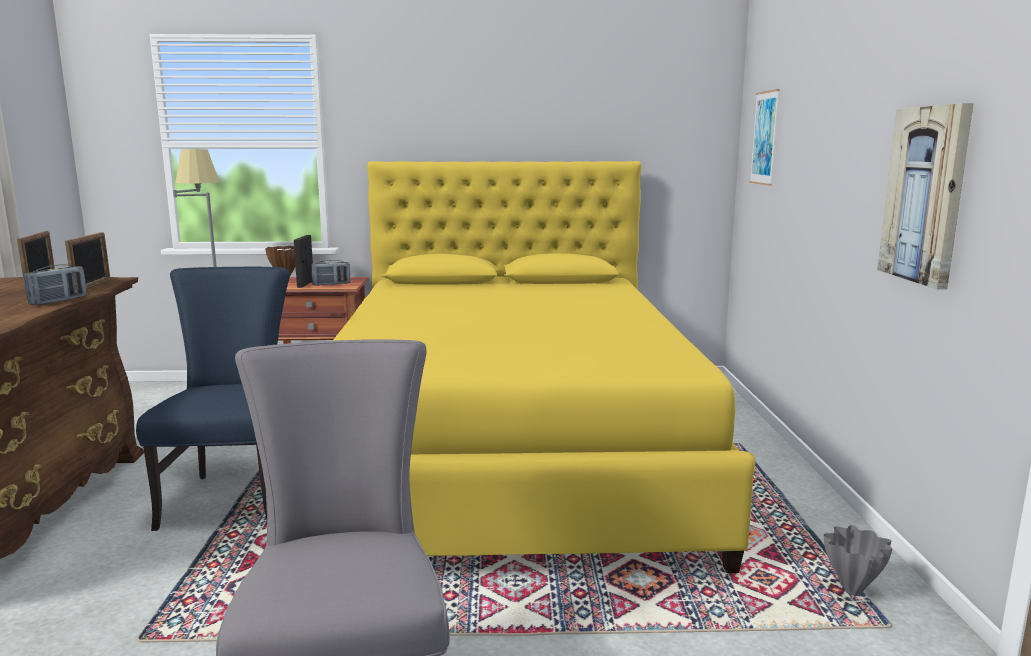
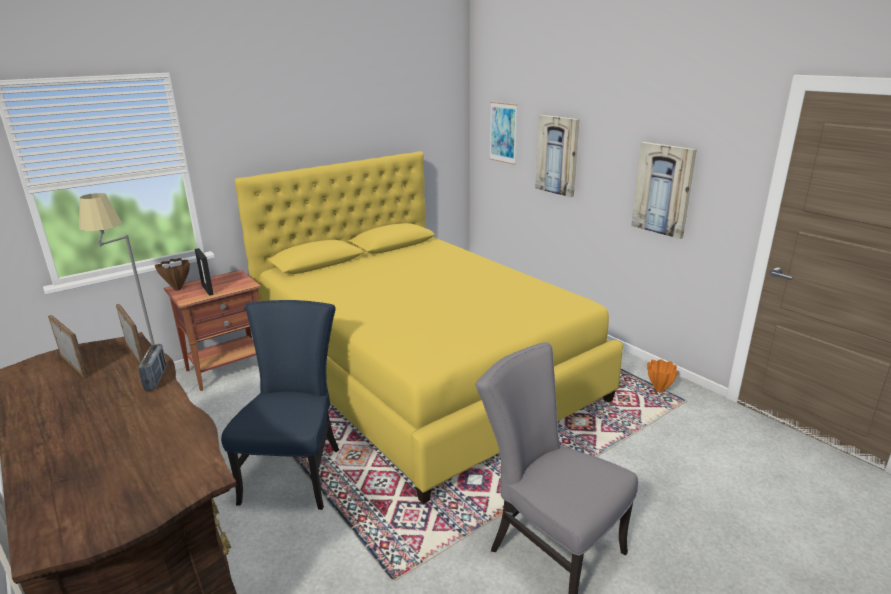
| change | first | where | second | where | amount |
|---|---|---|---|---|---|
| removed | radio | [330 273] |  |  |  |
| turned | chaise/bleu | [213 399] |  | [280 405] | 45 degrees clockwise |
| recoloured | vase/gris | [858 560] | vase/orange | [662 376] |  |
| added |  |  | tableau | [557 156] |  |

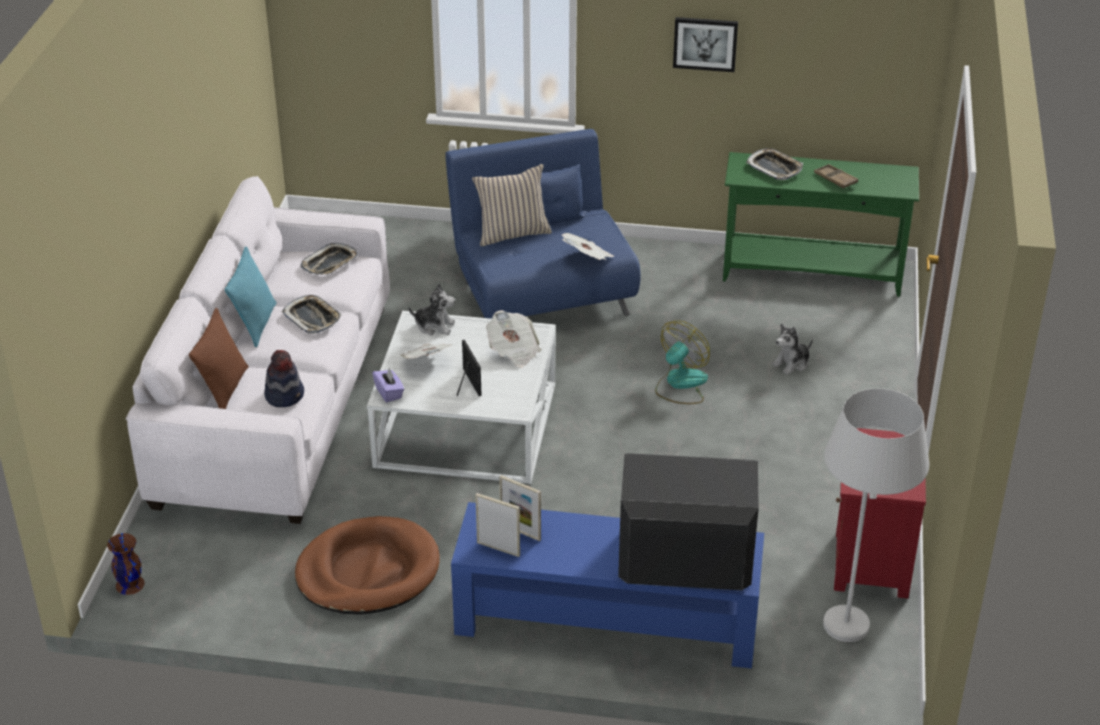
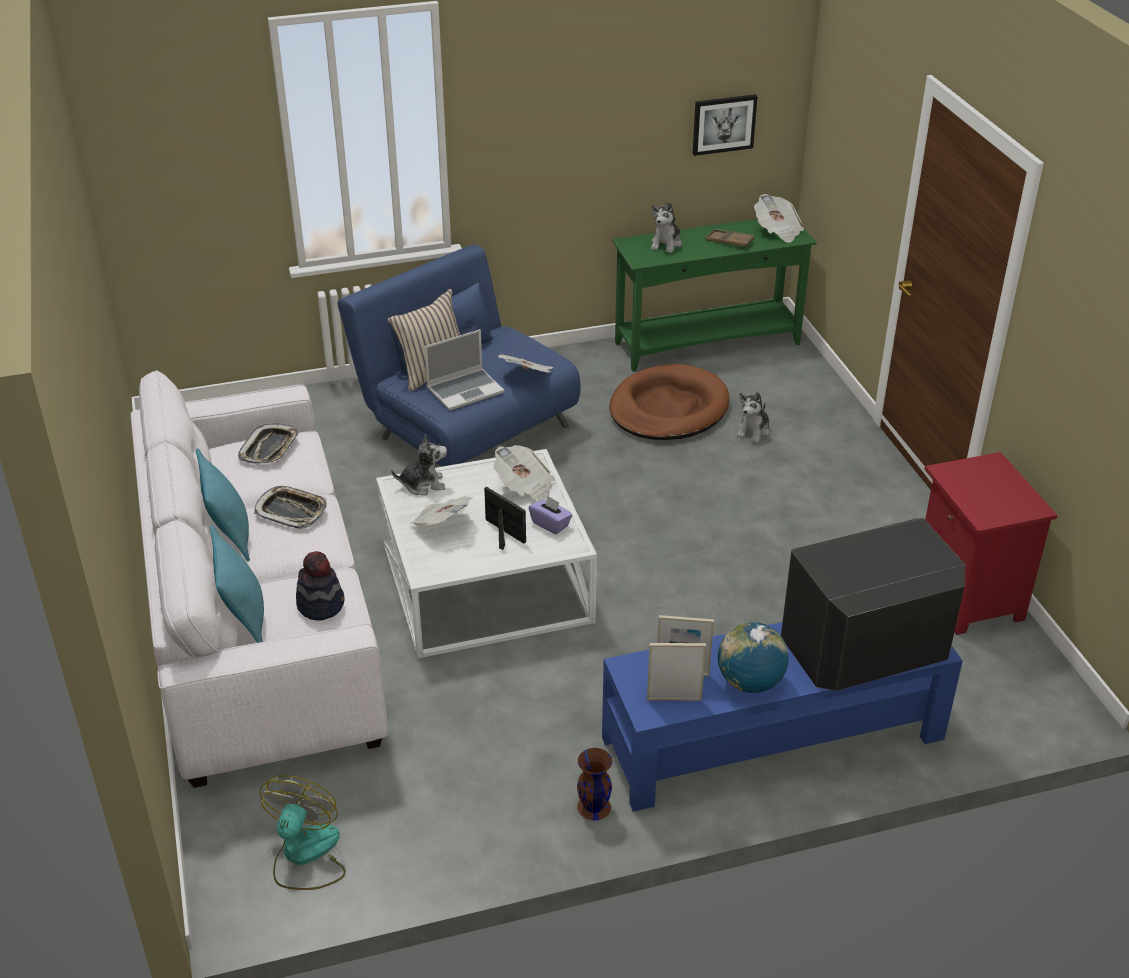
| change | first | where | second | where | amount |
|---|---|---|---|---|---|
| moved | tableau | [705 44] |  | [725 125] |  |
| replaced | plateau | [774 164] | peluche | [666 227] |  |
| recoloured | coussin/marron | [219 358] | coussin/turquoise | [237 584] |  |
| moved | ventilateur | [682 362] |  | [303 832] |  |
| moved | boîte à mouchoirs/violet | [388 385] |  | [550 515] |  |
| removed | lampadaire/blanc | [876 515] |  |  |  |
| moved | panier pour chien/marron | [367 565] |  | [669 402] |  |
| moved | vase/marron | [126 564] |  | [594 784] |  |
| added |  |  | journal | [779 218] |  |
| added |  |  | ordinateur portable | [464 370] |  |
| added |  |  | globe | [753 657] |  |

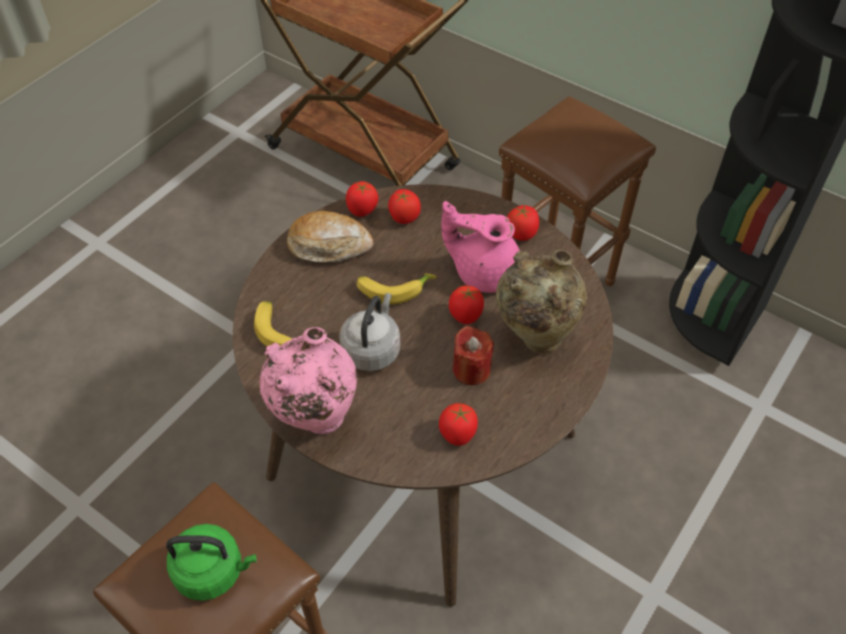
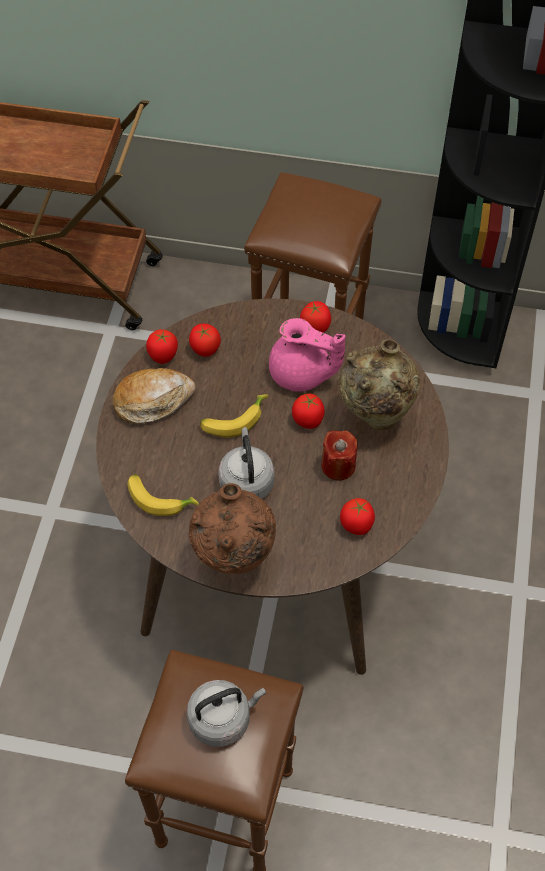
| change | first | where | second | where | amount |
|---|---|---|---|---|---|
| turned | théière/rose | [480 247] |  | [307 355] | 150 degrees counterclockwise |
| recoloured | vase/rose | [308 381] | vase/marron | [232 528] |  |
| recoloured | bouilloire/vert | [211 562] | bouilloire/gris | [226 713] |  |

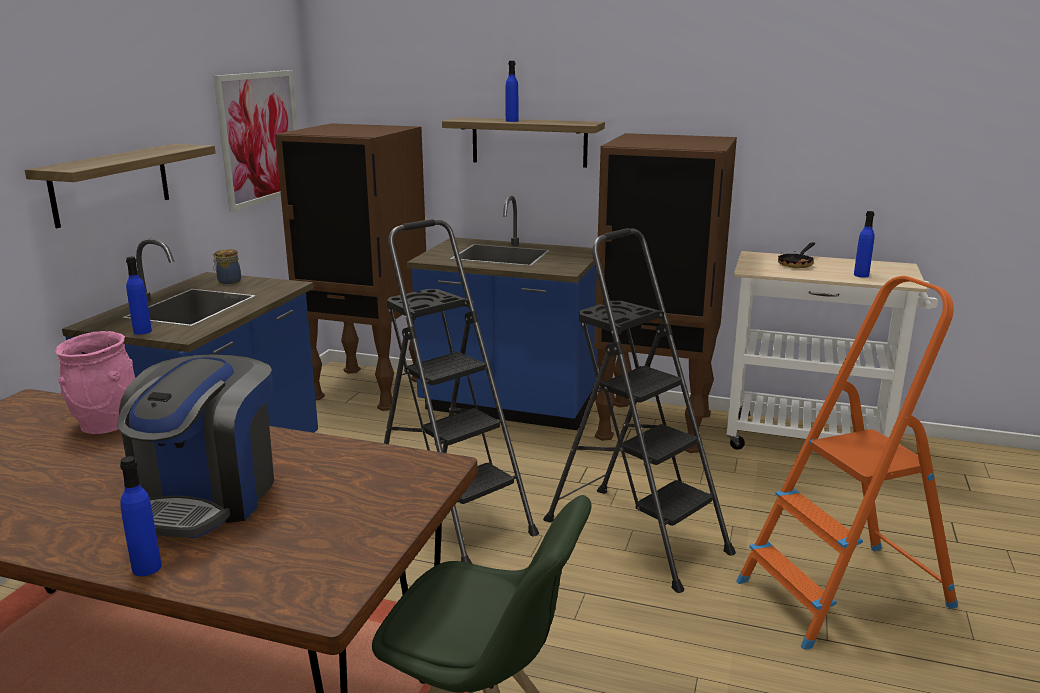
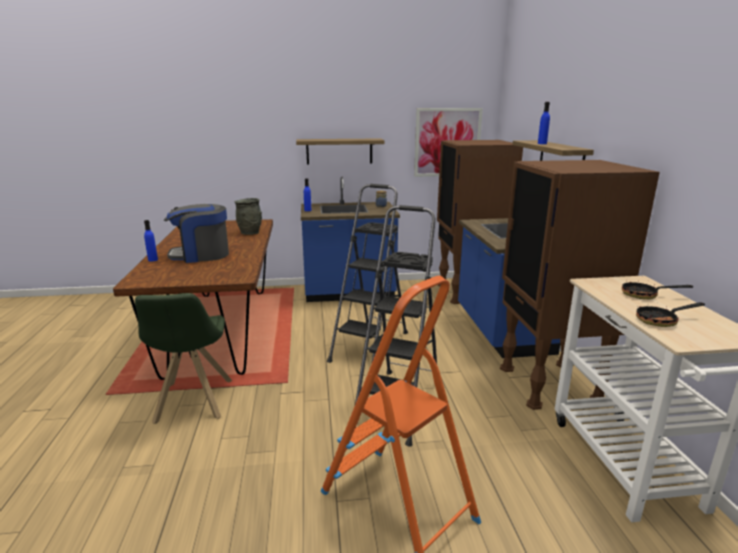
| change | first | where | second | where | amount |
|---|---|---|---|---|---|
| replaced | bouteille/bleu | [864 244] | poêle | [670 314] |  |
| recoloured | vase/rose | [95 382] | vase/gris | [248 216] |  |

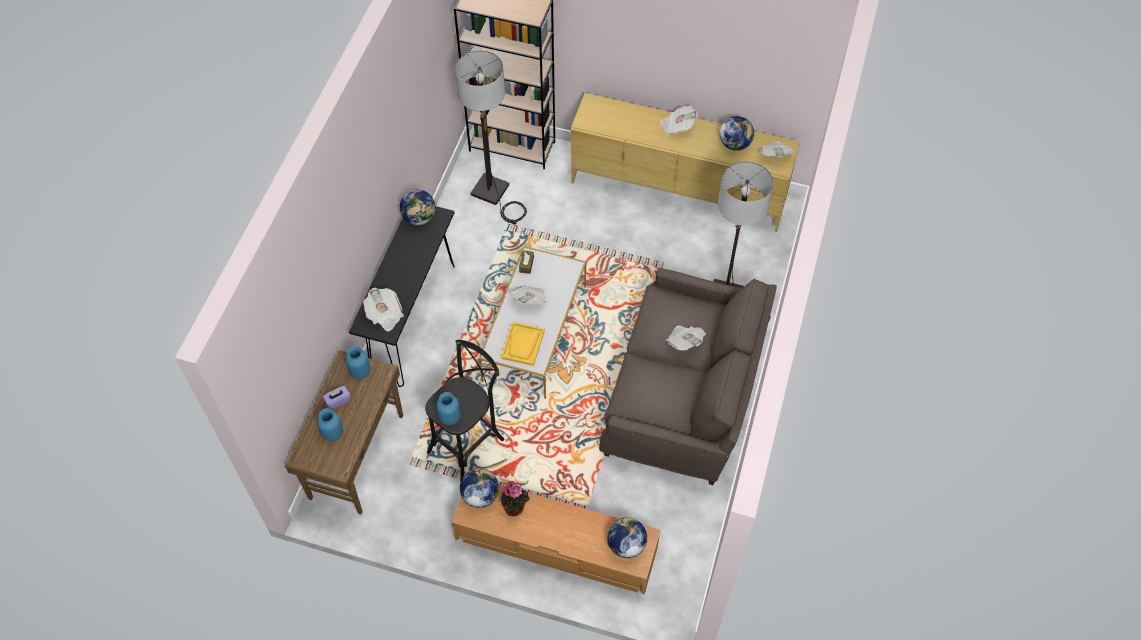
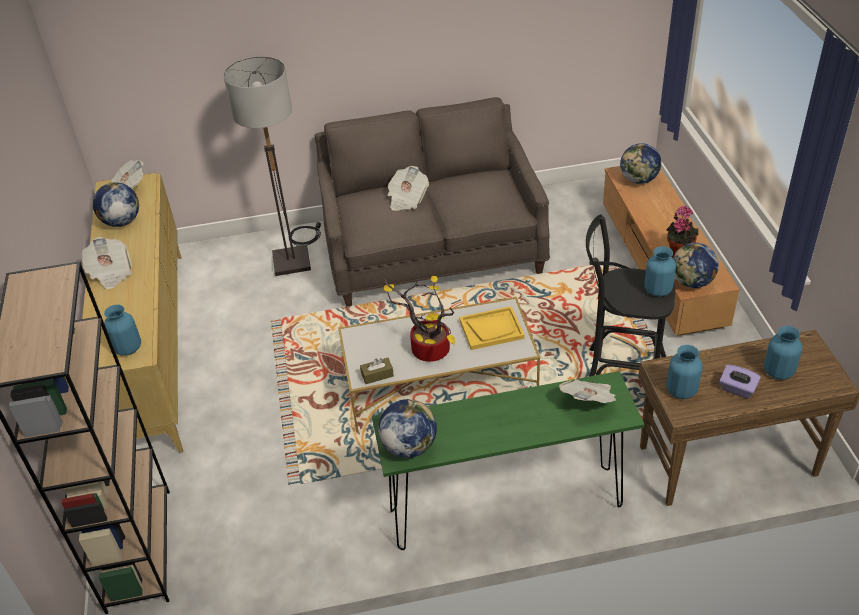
| change | first | where | second | where | amount |
|---|---|---|---|---|---|
| removed | lampadaire | [491 137] |  |  |  |
| recoloured | table console/noir | [402 296] | table console/vert | [508 460] |  |
| replaced | journal | [528 295] | plante en pot | [418 314] |  |
| added |  |  | vase/bleu | [122 330] |  |

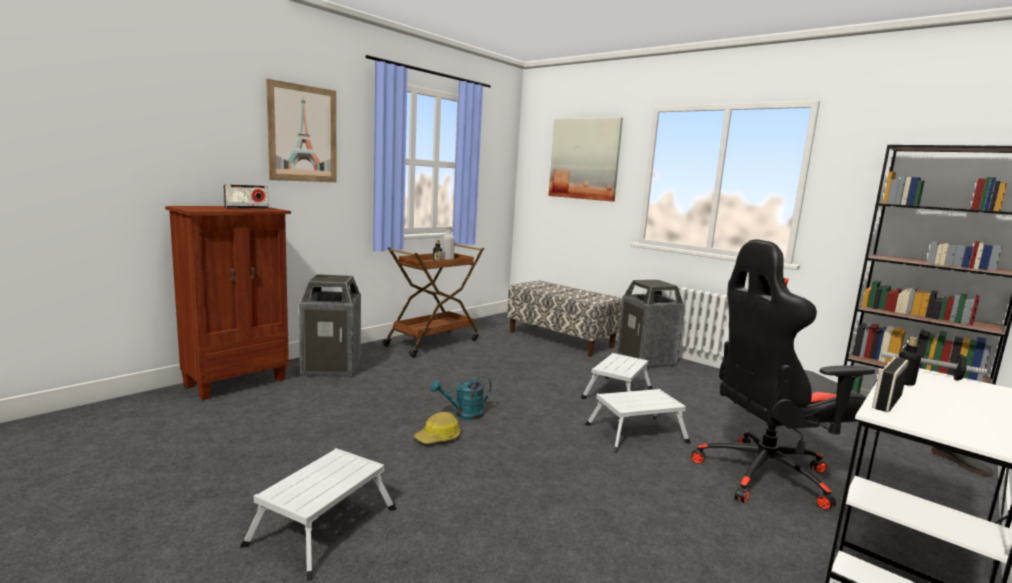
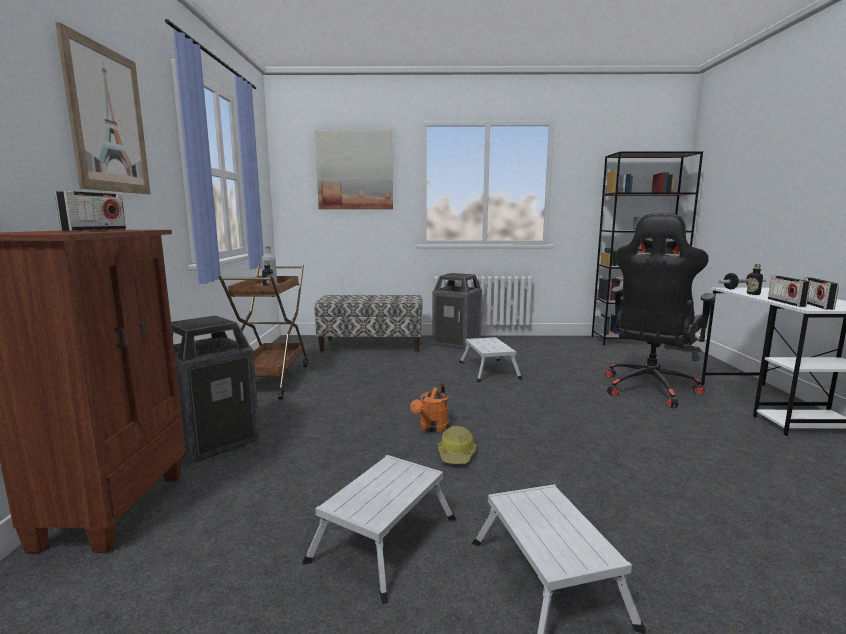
| change | first | where | second | where | amount |
|---|---|---|---|---|---|
| recoloured | arrosoir/turquoise | [461 398] | arrosoir/orange | [429 407] |  |
| moved | escabeau/blanc | [638 421] |  | [379 529] |  |
| added |  |  | radio | [821 293] |  |

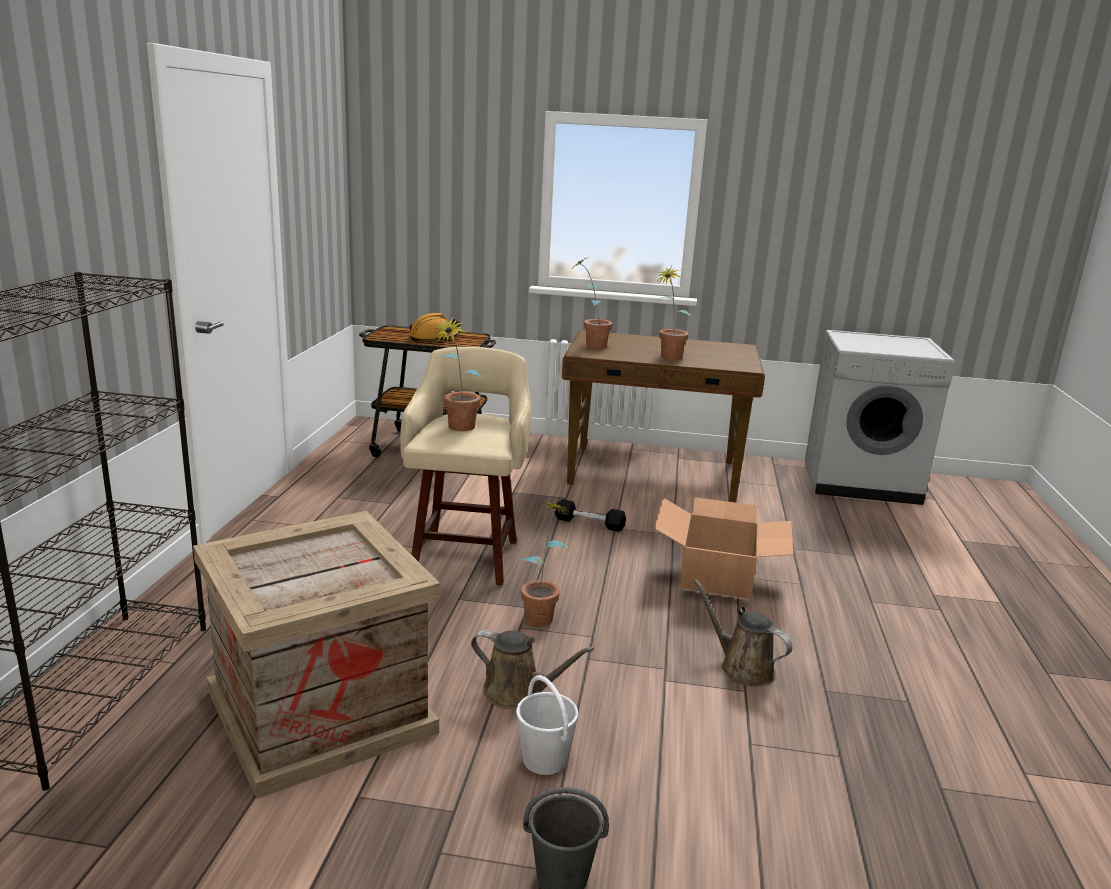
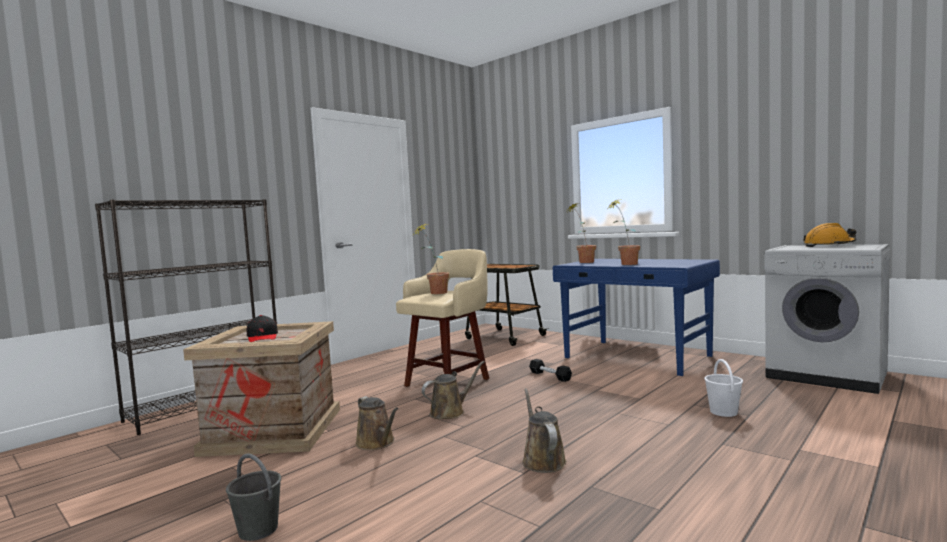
| change | first | where | second | where | amount |
|---|---|---|---|---|---|
| moved | casque de chantier/orange | [435 327] |  | [829 235] |  |
| recoloured | bureau/marron | [663 416] | bureau/bleu | [636 317] |  |
| removed | carton | [724 548] |  |  |  |
| replaced | plante en pot | [545 564] | arrosoir/marron | [453 390] |  |
| moved | seau/blanc | [547 725] |  | [723 388] |  |
| added |  |  | casquette/noir | [262 328] |  |

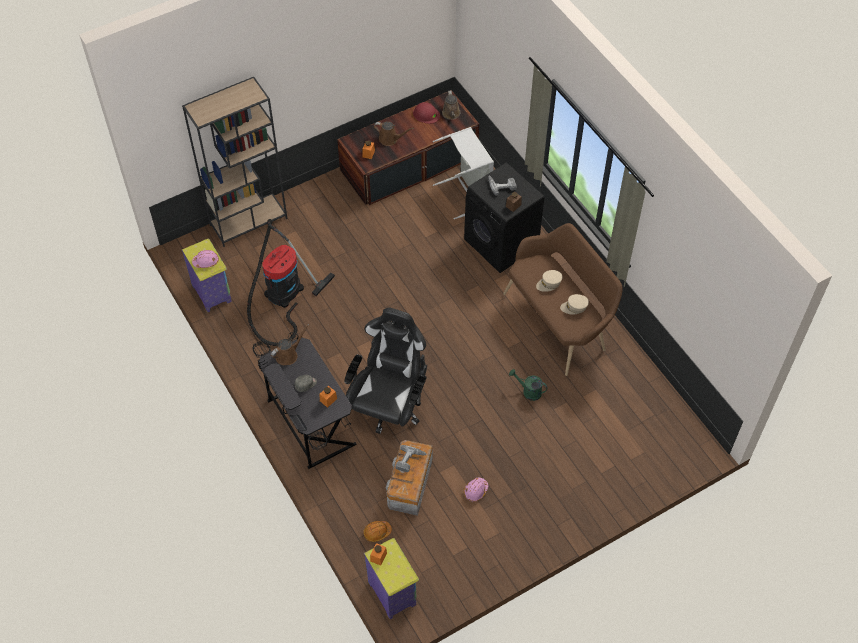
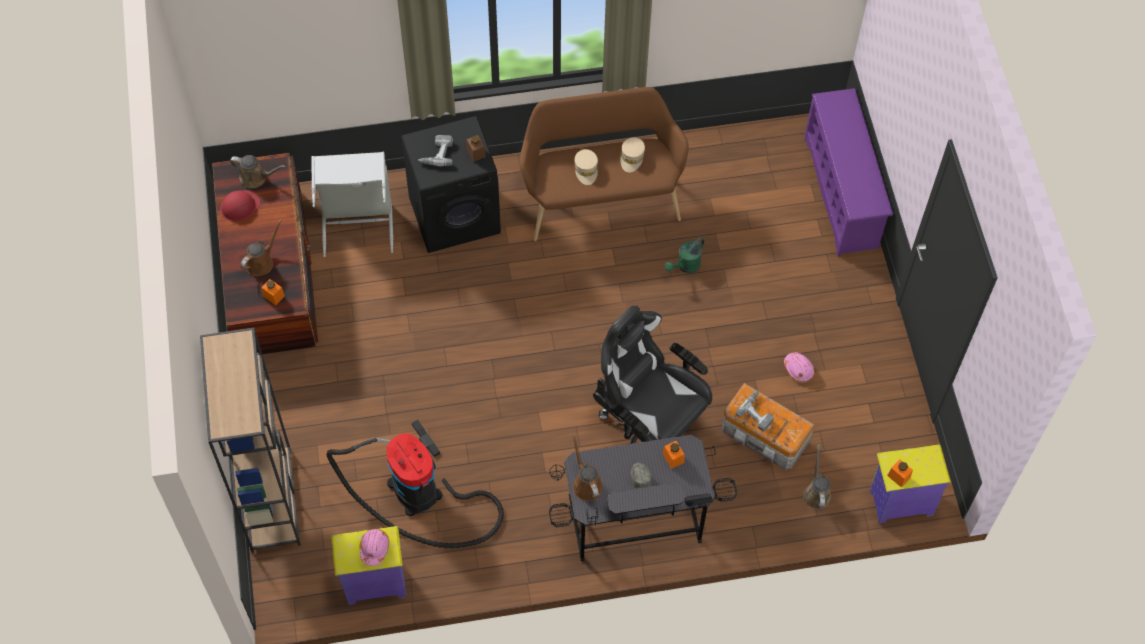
| change | first | where | second | where | amount |
|---|---|---|---|---|---|
| replaced | casque de chantier/orange | [377 531] | arrosoir/marron | [817 476] |  |
| added |  |  | étagère à chaussures/violet | [848 172] |  |

